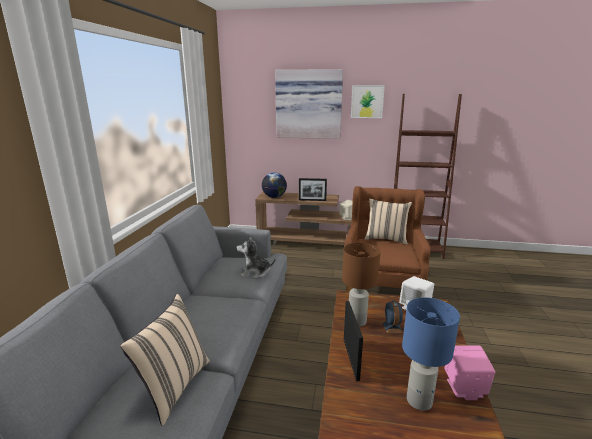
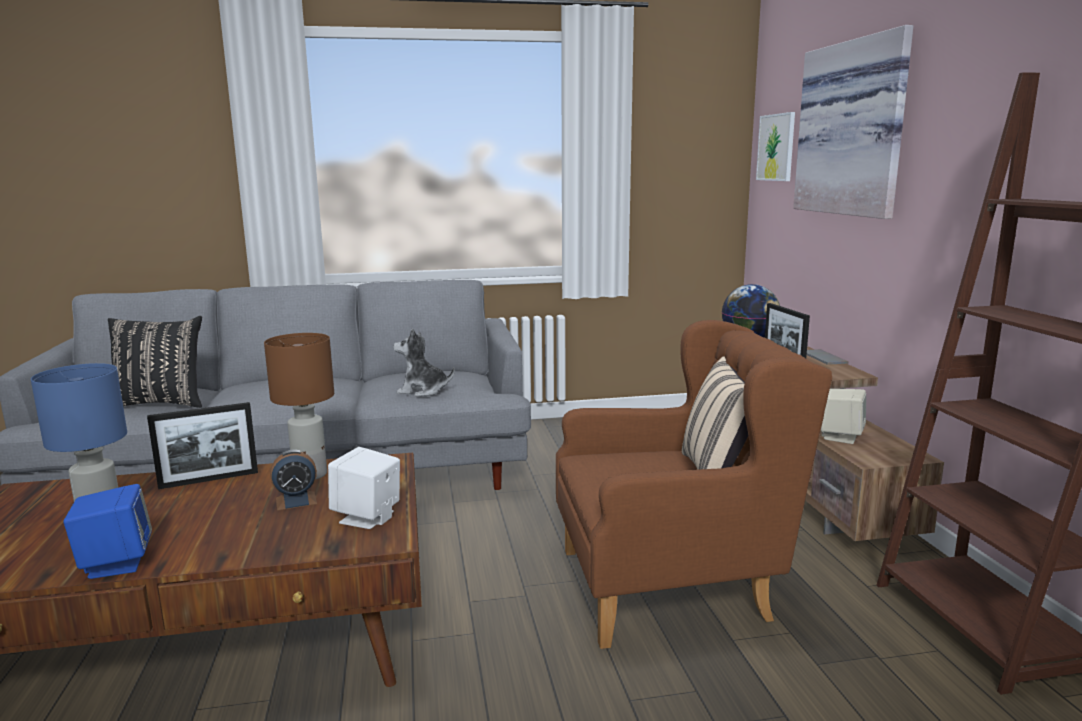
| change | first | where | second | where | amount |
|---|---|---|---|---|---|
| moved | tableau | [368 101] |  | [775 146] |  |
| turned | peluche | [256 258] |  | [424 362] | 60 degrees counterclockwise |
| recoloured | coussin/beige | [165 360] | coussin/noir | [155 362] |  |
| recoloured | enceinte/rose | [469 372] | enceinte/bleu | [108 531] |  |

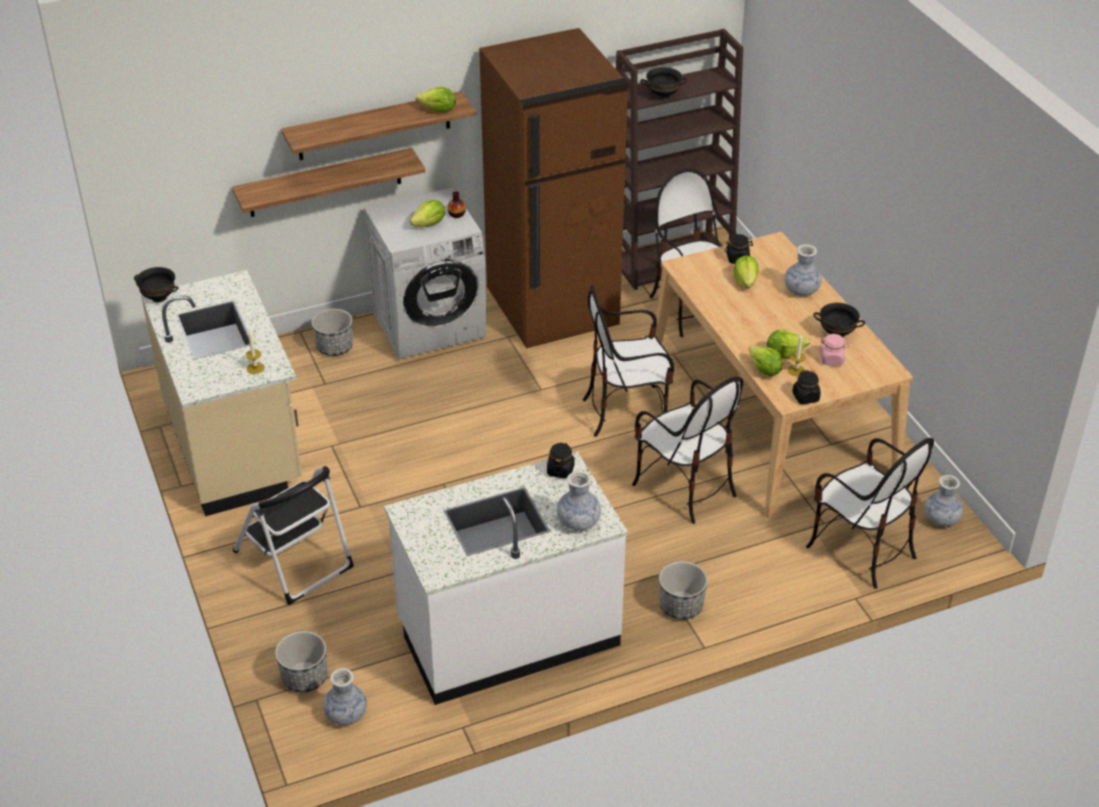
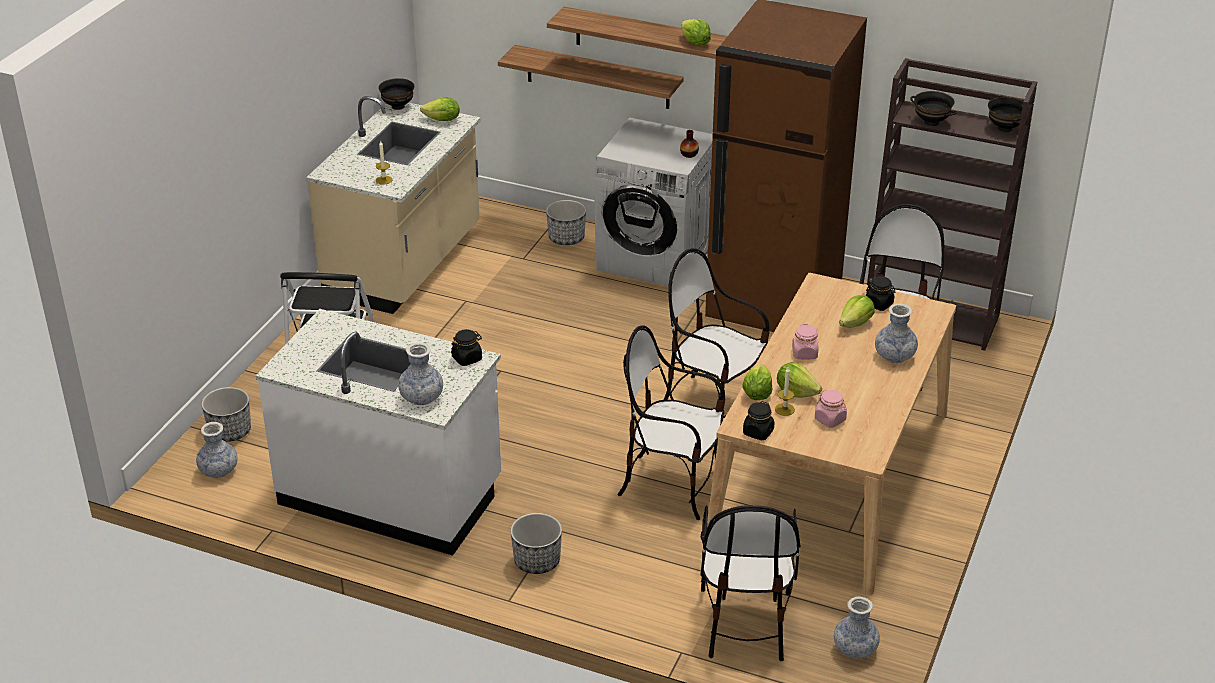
| change | first | where | second | where | amount |
|---|---|---|---|---|---|
| moved | laitue | [427 213] |  | [440 109] |  |
| moved | bol/noir | [839 320] |  | [1007 114] |  |
| turned | chaise | [687 450] |  | [671 422] | 105 degrees clockwise |
| added |  |  | bocal/rose | [805 341] |  |

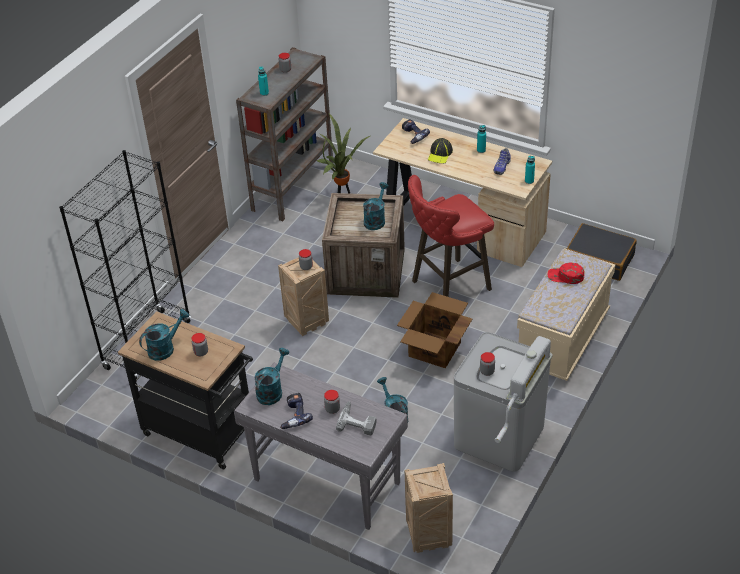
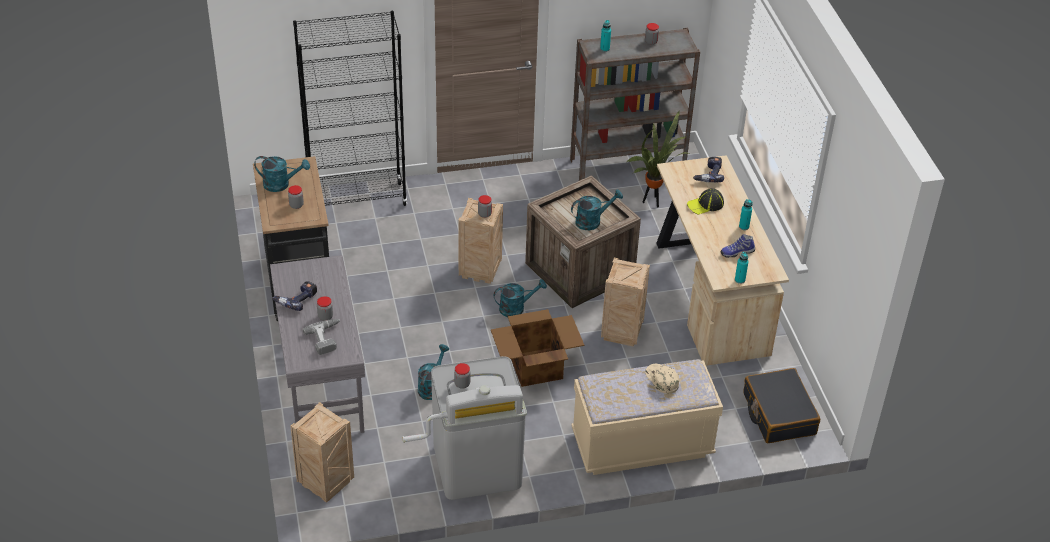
| change | first | where | second | where | amount |
|---|---|---|---|---|---|
| replaced | tabouret/rouge | [451 236] | caisse | [625 302] |  |
| recoloured | casquette/rouge | [566 273] | casquette/beige | [662 379] |  |
| moved | arrosoir/turquoise | [271 376] |  | [520 298] |  |

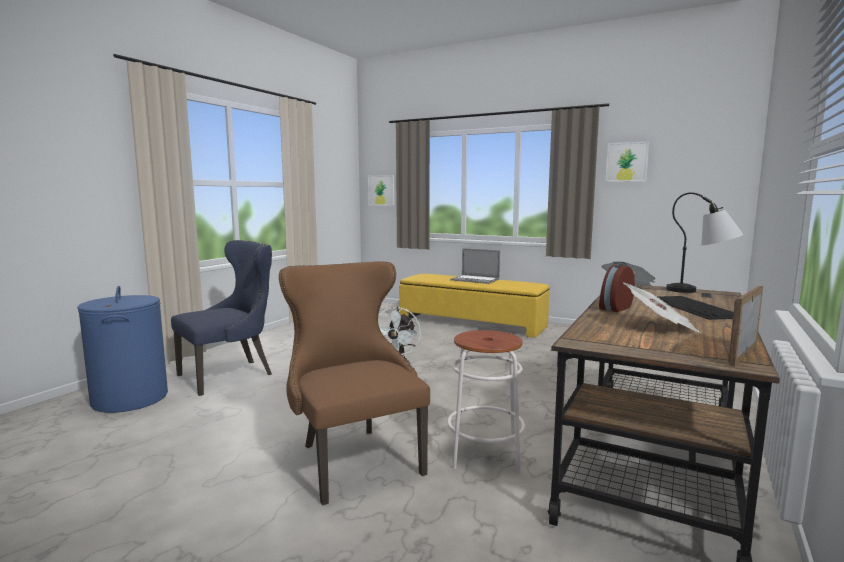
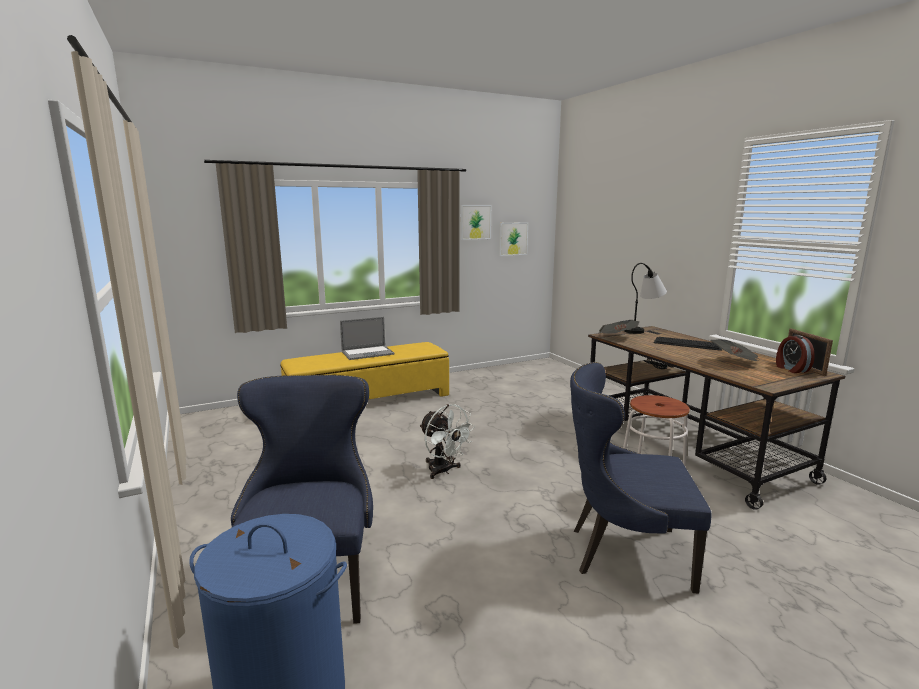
| change | first | where | second | where | amount |
|---|---|---|---|---|---|
| moved | tableau | [381 190] |  | [513 239] |  |
| recoloured | chaise/marron | [354 383] | chaise/bleu | [640 478] |  |
| moved | réveil | [617 287] |  | [795 354] |  |

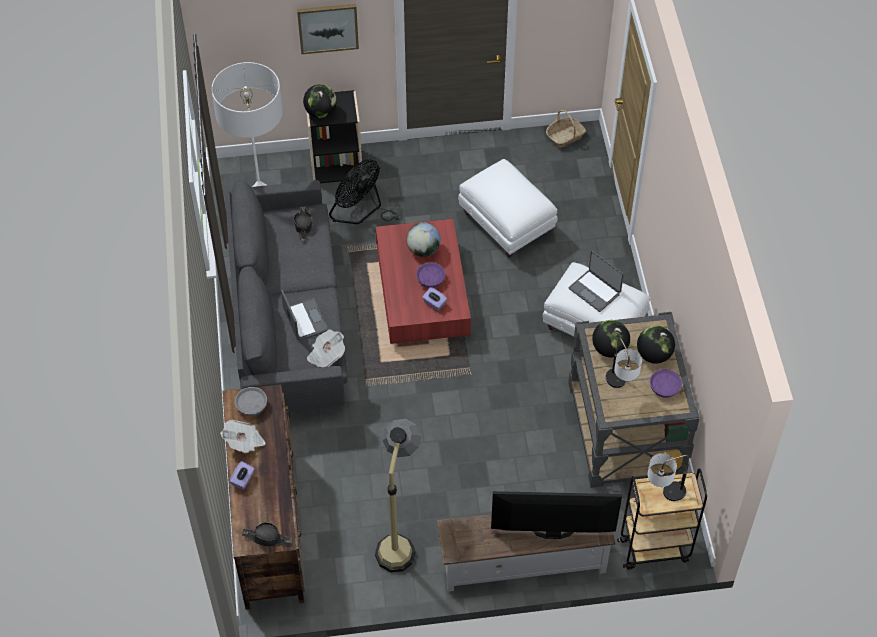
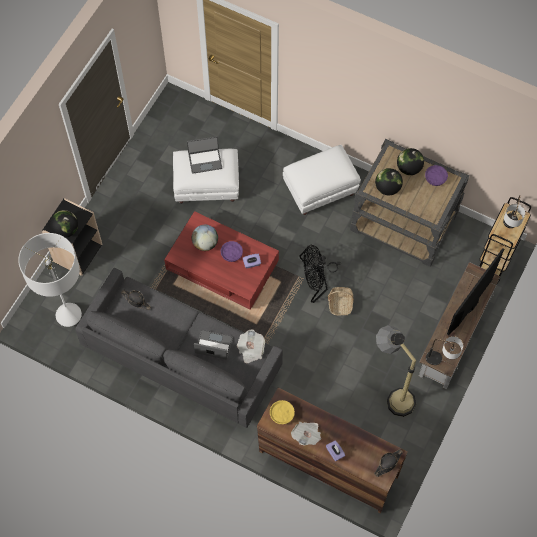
| change | first | where | second | where | amount |
|---|---|---|---|---|---|
| removed | tableau | [328 29] |  |  |  |
| moved | panier | [566 129] |  | [341 301] |  |
| moved | ventilateur/noir | [364 191] |  | [320 274] |  |
| moved | ordinateur portable | [596 281] |  | [204 155] |  |
| moved | lampe de table | [624 363] |  | [444 350] |  |
| recoloured | bol/gris | [251 401] | bol/jaune | [282 412] |  |

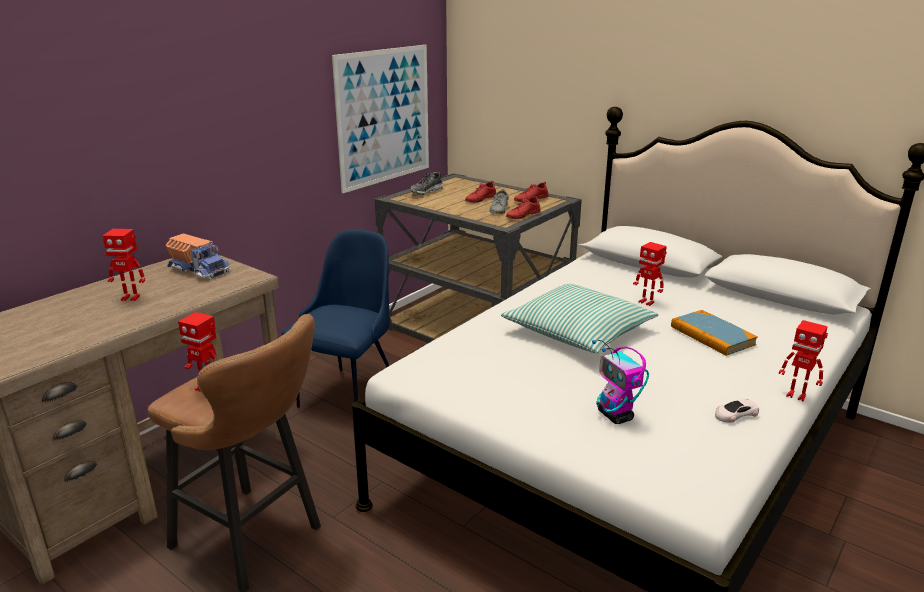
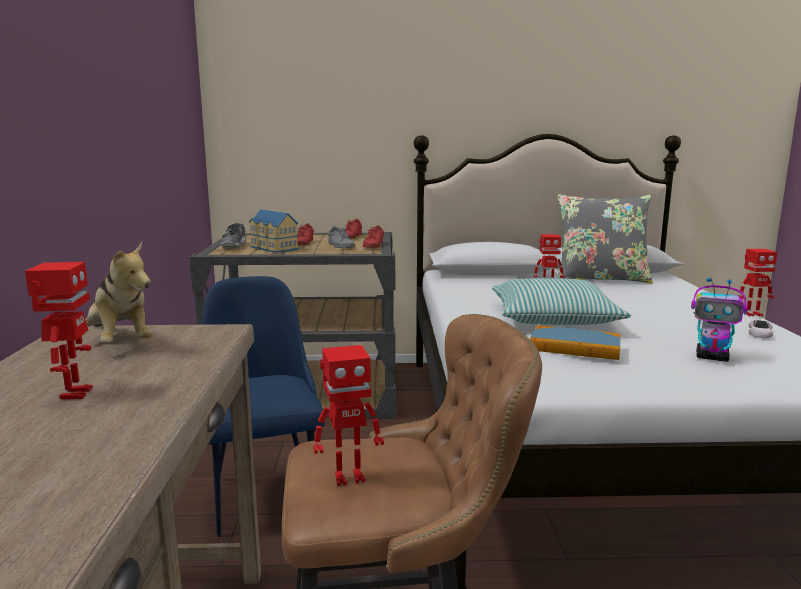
| change | first | where | second | where | amount |
|---|---|---|---|---|---|
| removed | tableau | [380 119] |  |  |  |
| turned | robot jouet | [123 265] |  | [59 330] | 60 degrees counterclockwise |
| replaced | camion jouet | [198 256] | peluche | [118 292] |  |
| moved | livre | [714 333] |  | [575 342] |  |
| added |  |  | coussin/gris | [605 238] |  |
| added |  |  | maison miniature | [274 231] |  |

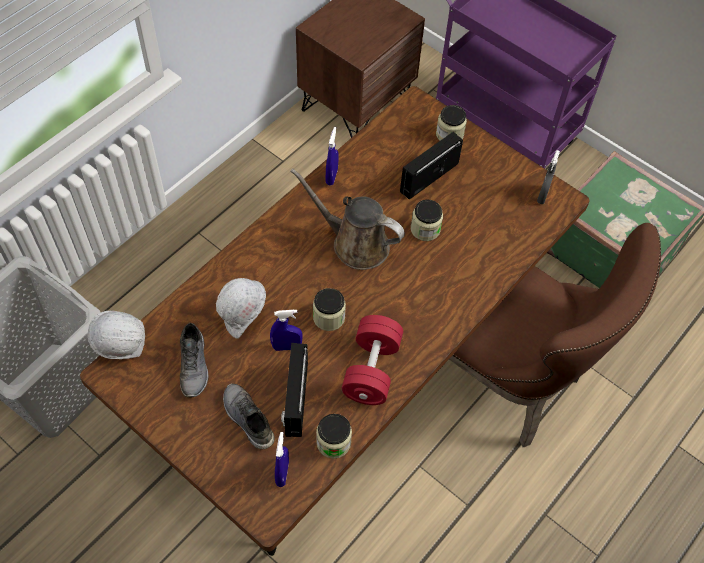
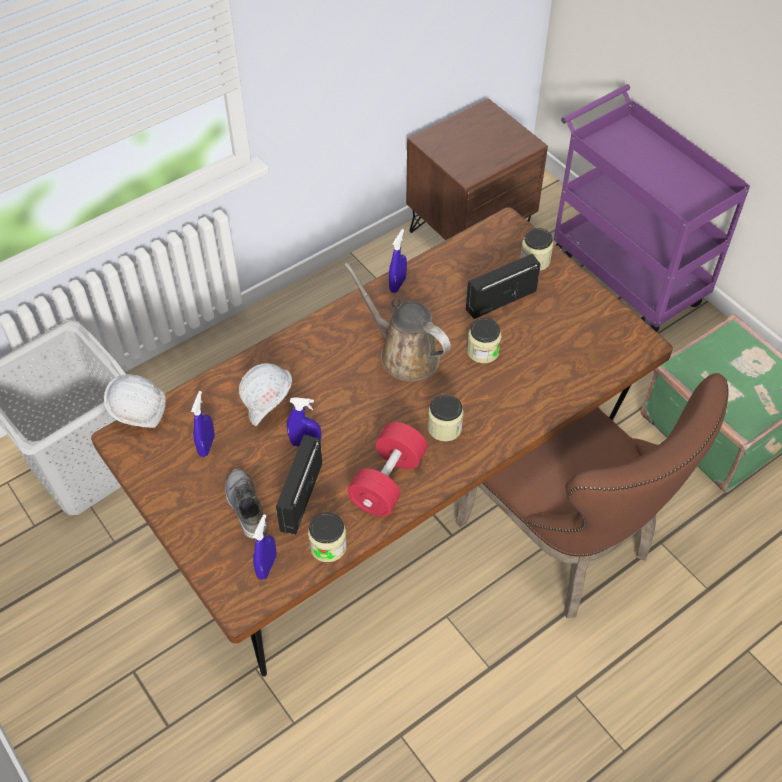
| change | first | where | second | where | amount |
|---|---|---|---|---|---|
| removed | vaporisateur/gris | [548 177] |  |  |  |
| moved | bocal | [329 309] |  | [445 418] |  |
| replaced | chaussure/gris | [194 360] | vaporisateur/bleu | [203 424] |  |

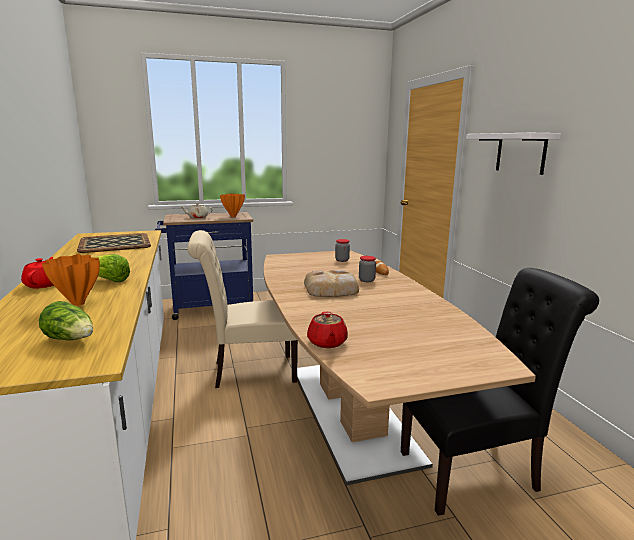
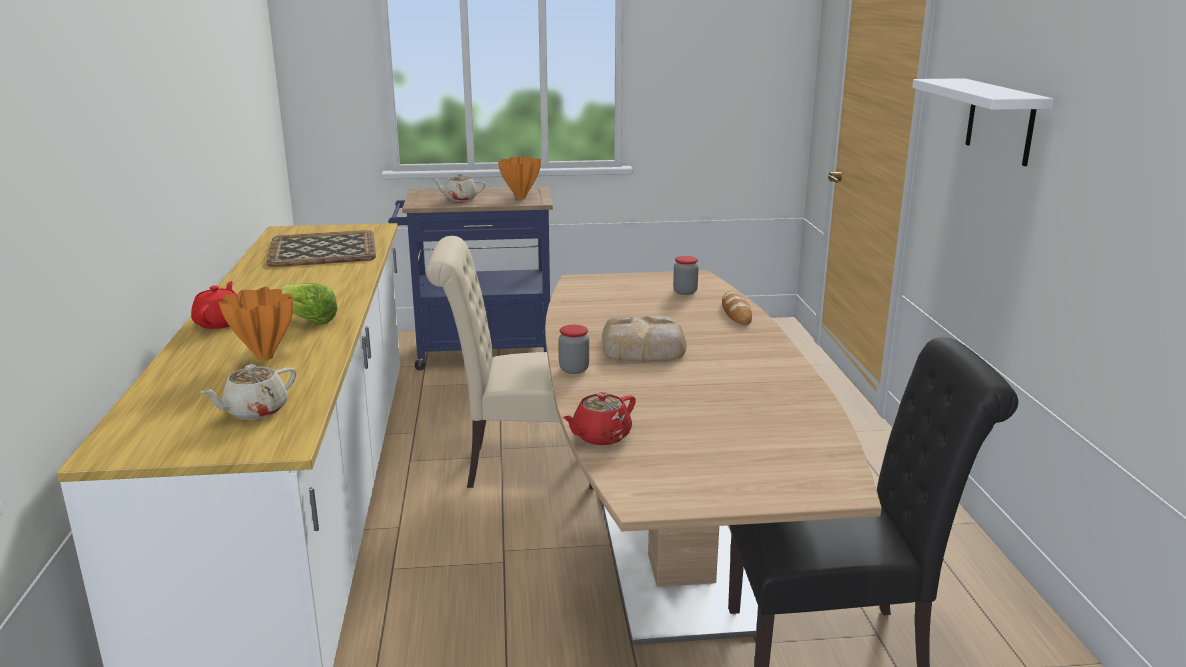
| change | first | where | second | where | amount |
|---|---|---|---|---|---|
| moved | bocal | [367 269] |  | [574 349] |  |
| replaced | laitue | [66 320] | théière/beige | [248 392] |  |
| turned | théière/rouge | [327 330] |  | [599 418] | 45 degrees clockwise |

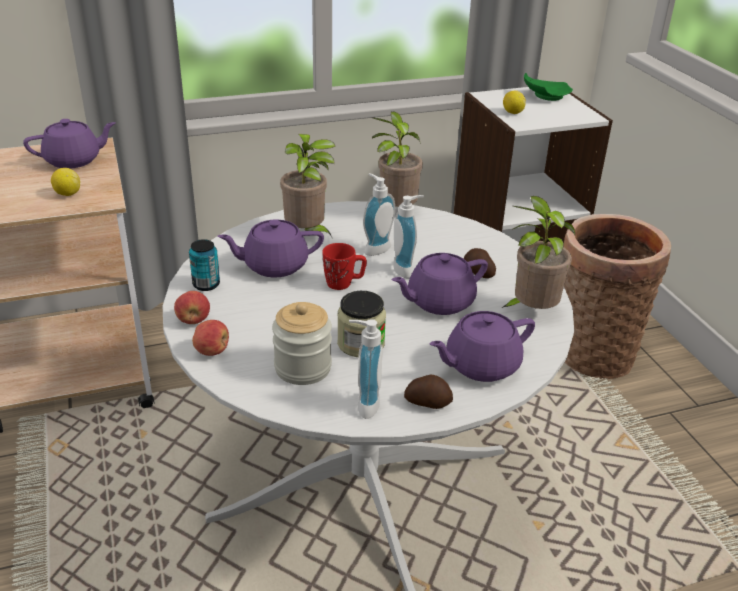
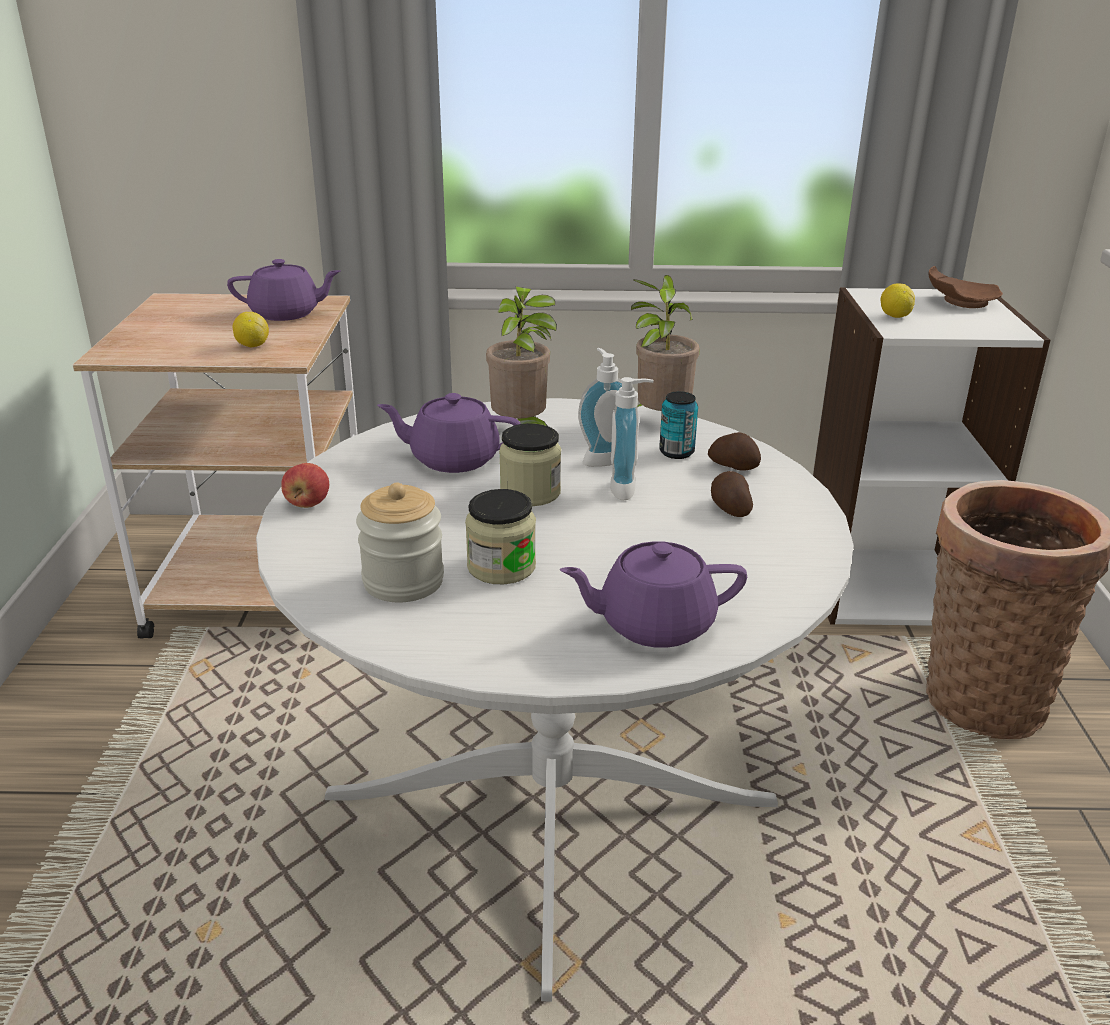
| change | first | where | second | where | amount |
|---|---|---|---|---|---|
| recoloured | assiette/vert | [548 87] | assiette/marron | [965 287] |  |
| removed | plante en pot | [538 252] |  |  |  |
| moved | boîte métallique | [204 265] |  | [678 425] |  |
| replaced | mug/rouge | [344 266] | bocal | [530 464] |  |
| removed | théière/violet | [440 284] |  |  |  |
| removed | distributeur de savon | [366 369] |  |  |  |
| removed | pomme | [210 338] |  |  |  |
| moved | pomme de terre | [428 391] |  | [734 451] |  |

